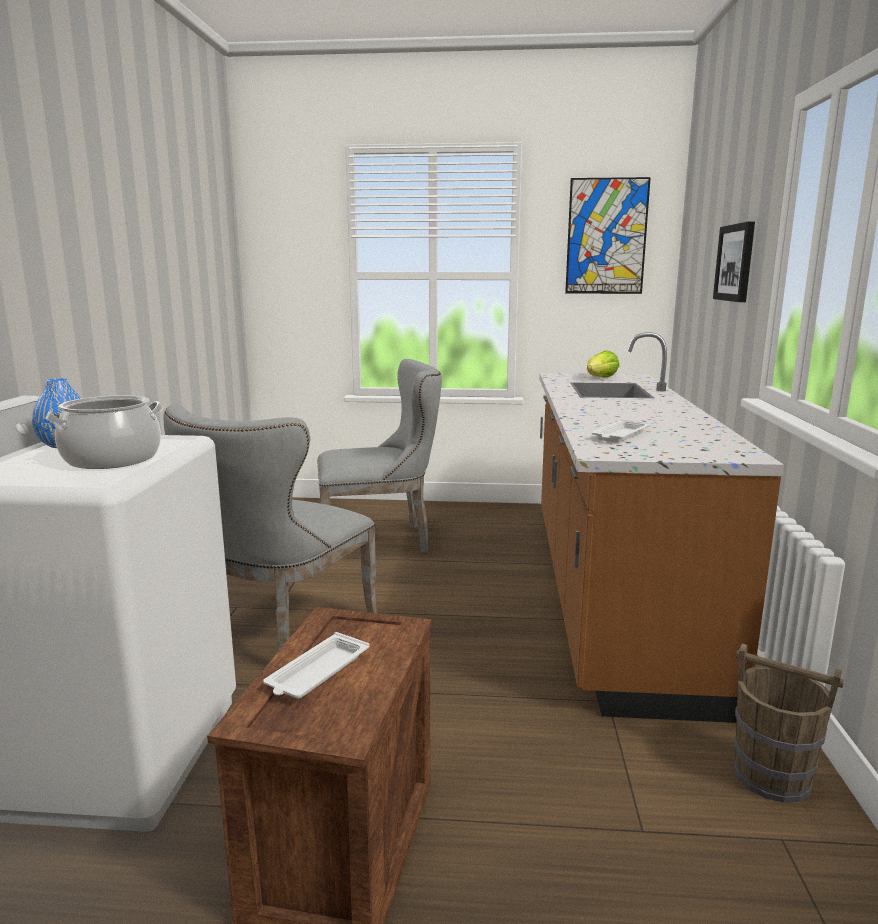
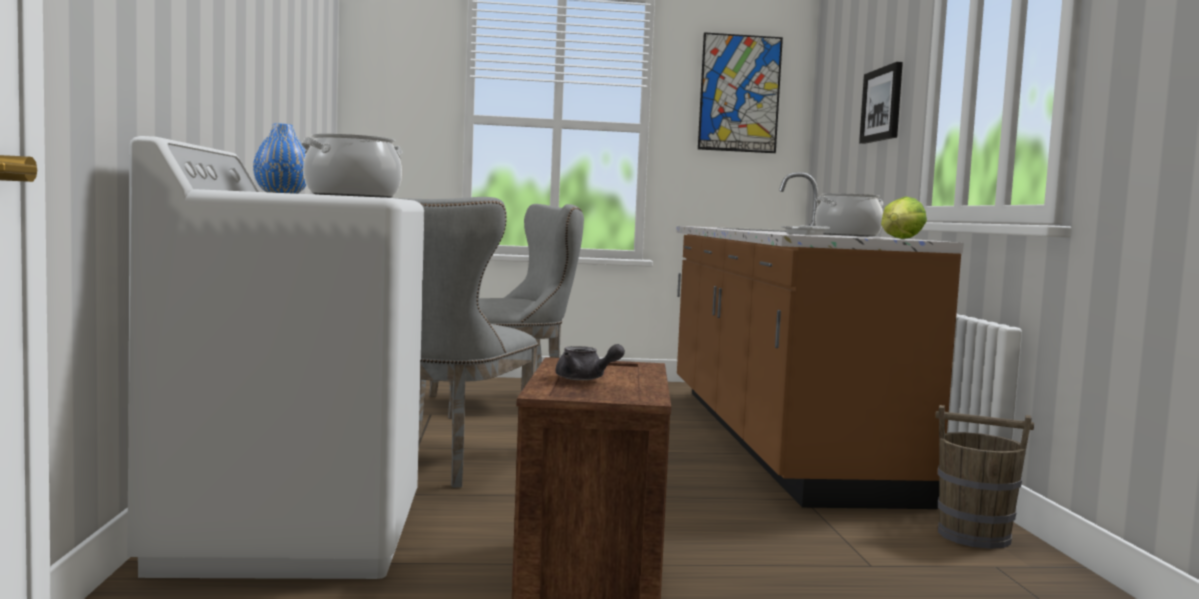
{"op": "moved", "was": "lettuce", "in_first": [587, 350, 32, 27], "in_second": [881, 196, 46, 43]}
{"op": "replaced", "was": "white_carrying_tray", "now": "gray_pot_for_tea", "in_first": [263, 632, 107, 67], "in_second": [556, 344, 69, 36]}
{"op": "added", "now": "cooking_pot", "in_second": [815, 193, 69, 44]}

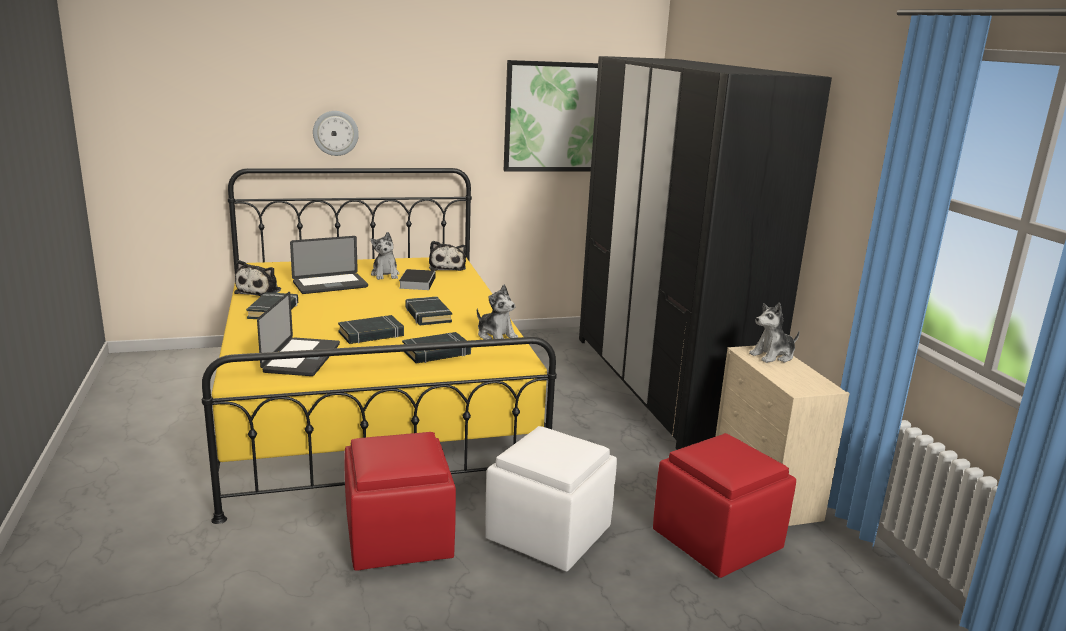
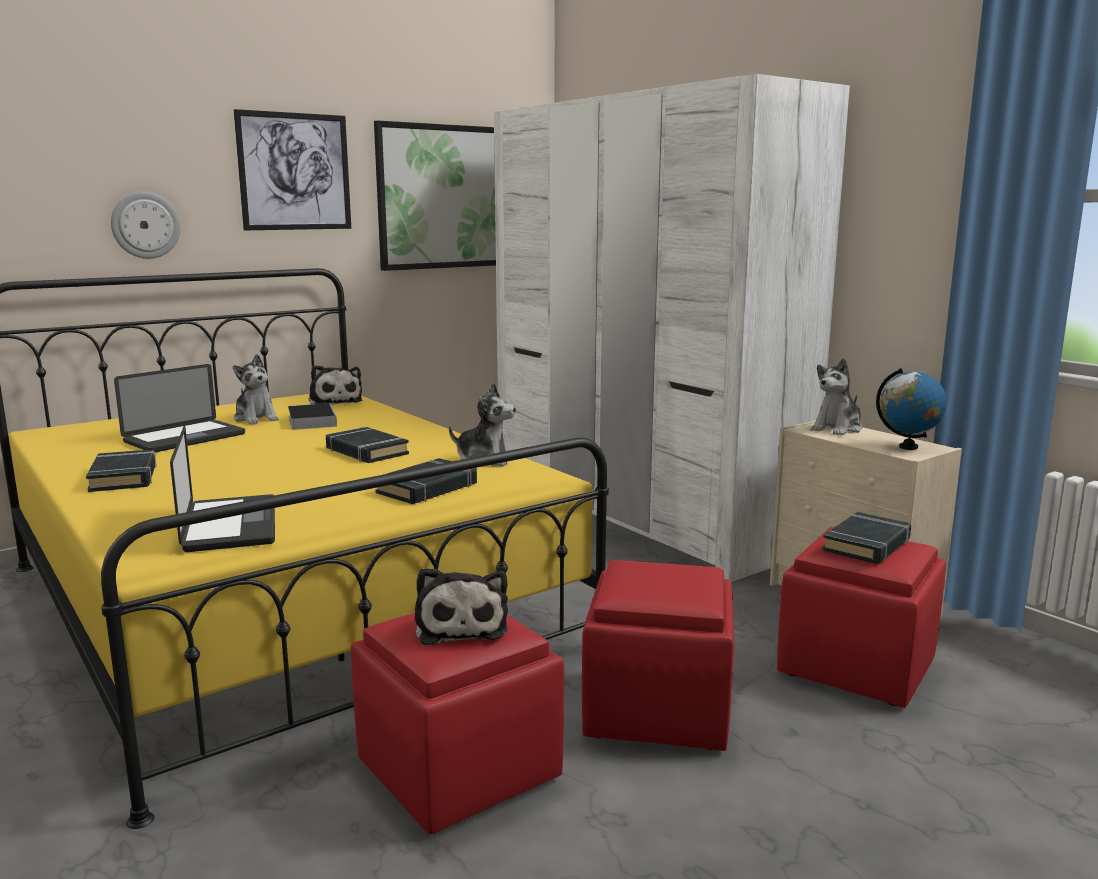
{"op": "recoloured", "was": "black-coloured_wardrobe", "now": "white_wardrobe", "in_first": [579, 56, 253, 394], "in_second": [494, 74, 356, 508]}
{"op": "moved", "was": "plush_toy", "in_first": [234, 260, 47, 36], "in_second": [415, 567, 93, 78]}
{"op": "moved", "was": "black-coloured_bound_book", "in_first": [338, 315, 66, 29], "in_second": [822, 512, 89, 52]}
{"op": "recoloured", "was": "white_ottoman", "now": "red_ottoman", "in_first": [485, 426, 132, 146], "in_second": [582, 560, 152, 191]}
{"op": "added", "now": "wall_art", "in_second": [234, 109, 117, 121]}
{"op": "added", "now": "globe", "in_second": [876, 368, 71, 82]}

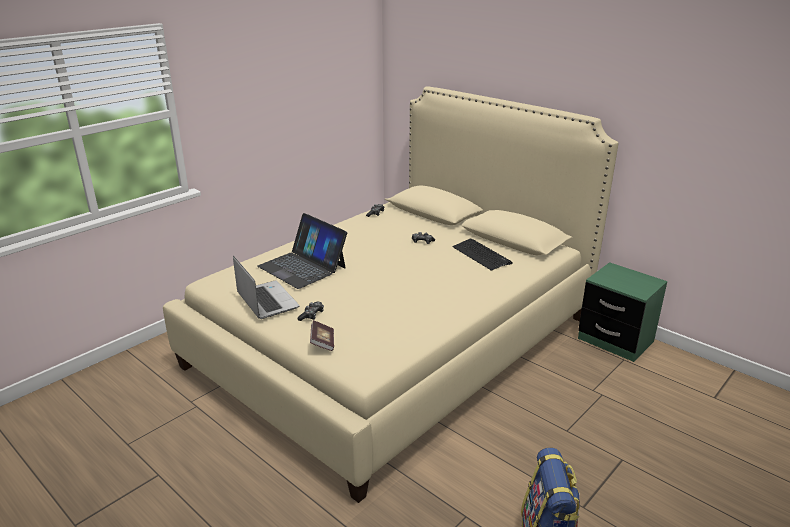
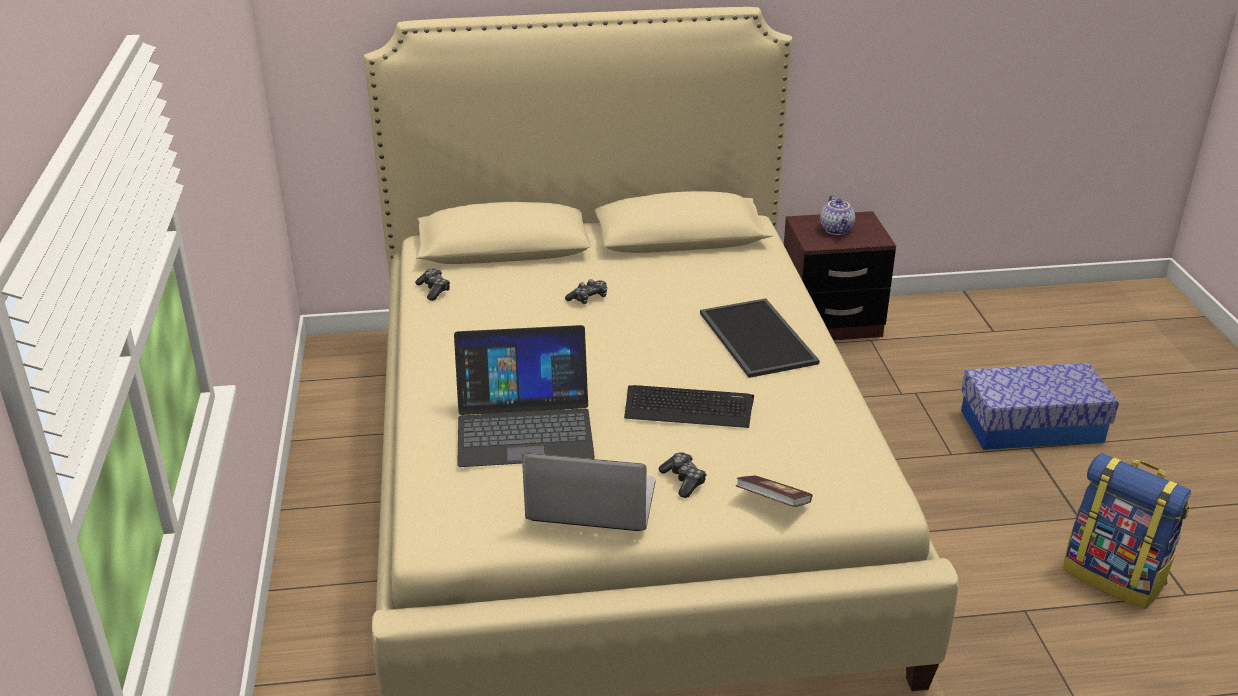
{"op": "moved", "was": "keyboard", "in_first": [452, 239, 61, 32], "in_second": [624, 385, 130, 43]}
{"op": "recoloured", "was": "greenish_nightstand", "now": "brownish_nightstand", "in_first": [578, 262, 89, 100], "in_second": [784, 211, 112, 129]}
{"op": "added", "now": "pot_for_tea", "in_second": [820, 195, 35, 40]}
{"op": "added", "now": "carrying_tray", "in_second": [700, 298, 120, 80]}
{"op": "added", "now": "storage_container", "in_second": [961, 363, 158, 87]}

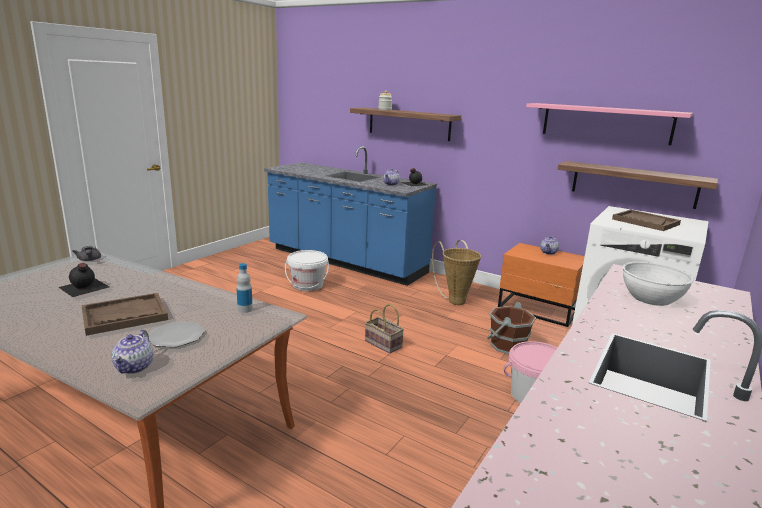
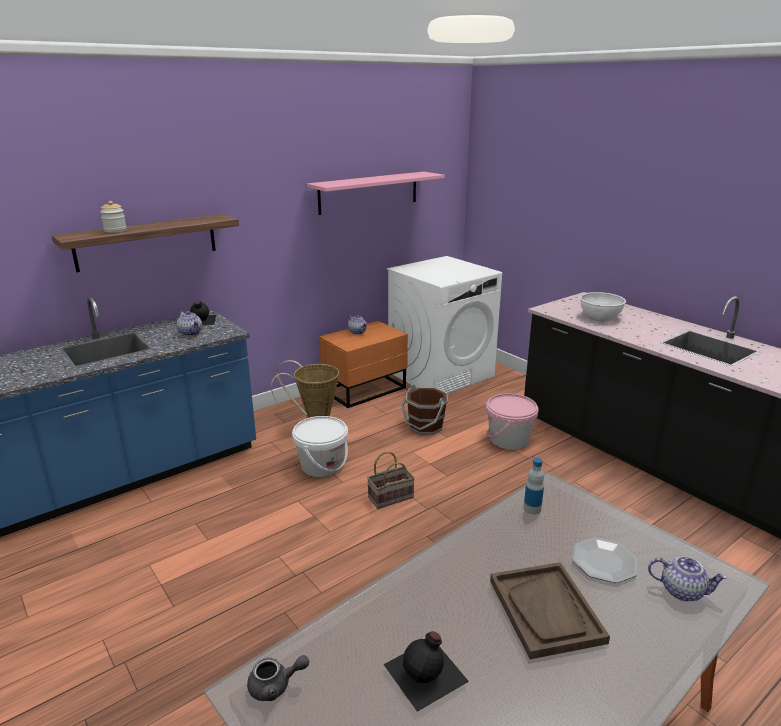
{"op": "removed", "was": "shelf", "in_first": [558, 161, 160, 48]}
{"op": "removed", "was": "brownish_carrying_tray", "in_first": [612, 209, 69, 22]}
{"op": "moved", "was": "white_water_bucket", "in_first": [285, 250, 44, 41], "in_second": [292, 416, 56, 61]}

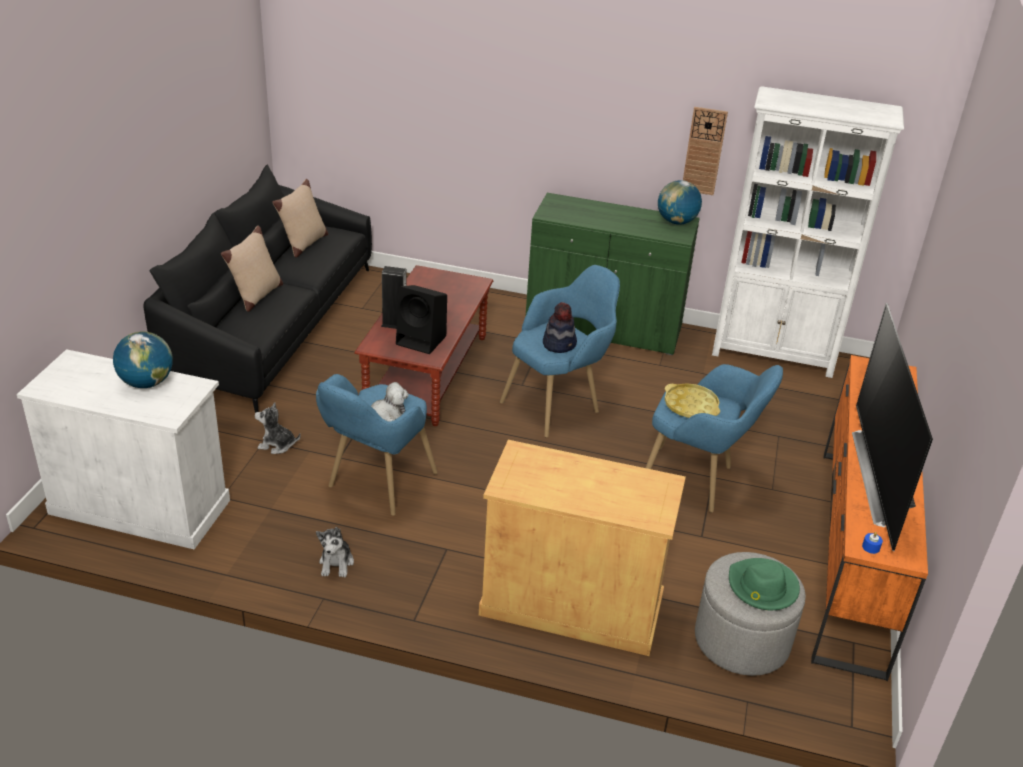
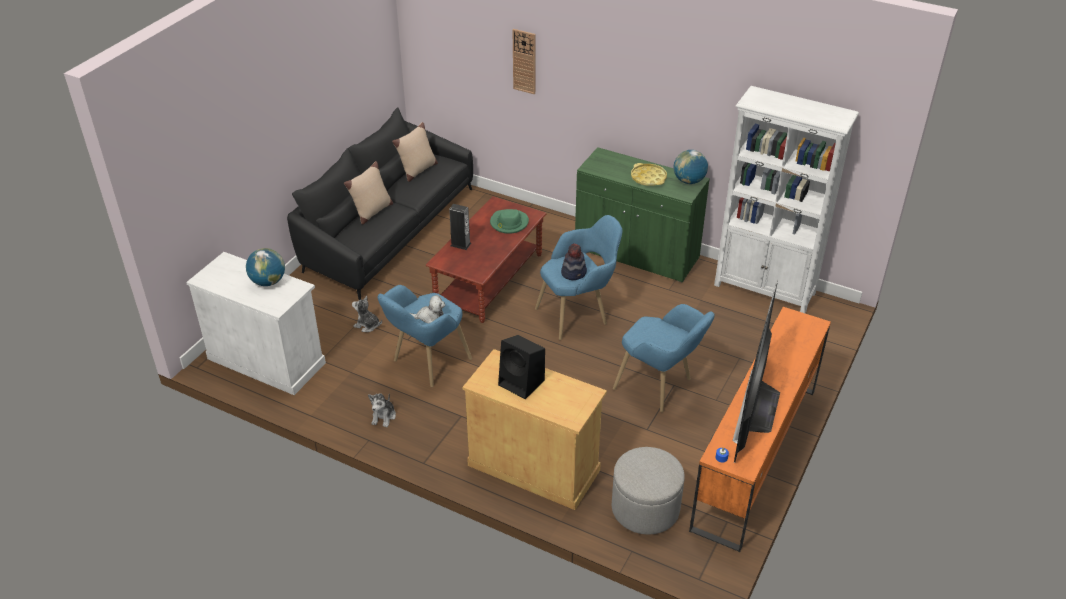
{"op": "moved", "was": "hanging_clock", "in_first": [683, 107, 45, 88], "in_second": [513, 29, 22, 65]}
{"op": "moved", "was": "black-coloured_audio_speaker", "in_first": [396, 285, 51, 69], "in_second": [498, 335, 47, 64]}
{"op": "moved", "was": "yellow-coloured_carrying_tray", "in_first": [665, 383, 55, 35], "in_second": [631, 163, 36, 23]}
{"op": "moved", "was": "greenish_clothing_hat", "in_first": [729, 558, 71, 52], "in_second": [490, 209, 39, 25]}

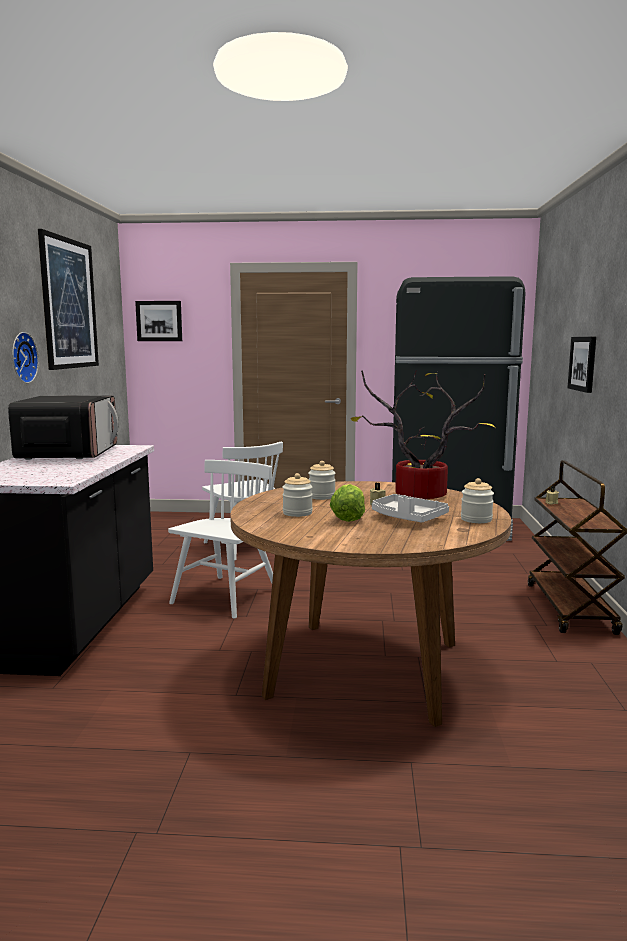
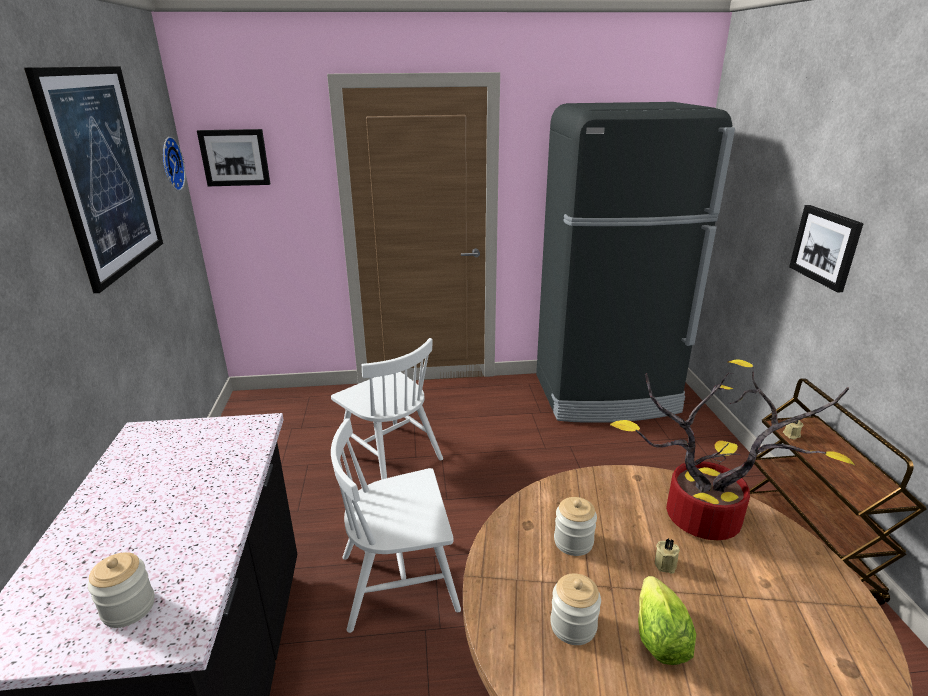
{"op": "moved", "was": "hanging_clock", "in_first": [12, 332, 27, 51], "in_second": [163, 137, 22, 54]}
{"op": "removed", "was": "microwave", "in_first": [8, 395, 111, 65]}
{"op": "turned", "was": "white_chair", "in_first": [168, 460, 105, 159], "in_second": [331, 419, 130, 214], "clockwise": -120}
{"op": "moved", "was": "preserve_jar", "in_first": [461, 478, 33, 45], "in_second": [88, 552, 67, 76]}
{"op": "removed", "was": "gray_carrying_tray", "in_first": [372, 494, 77, 29]}

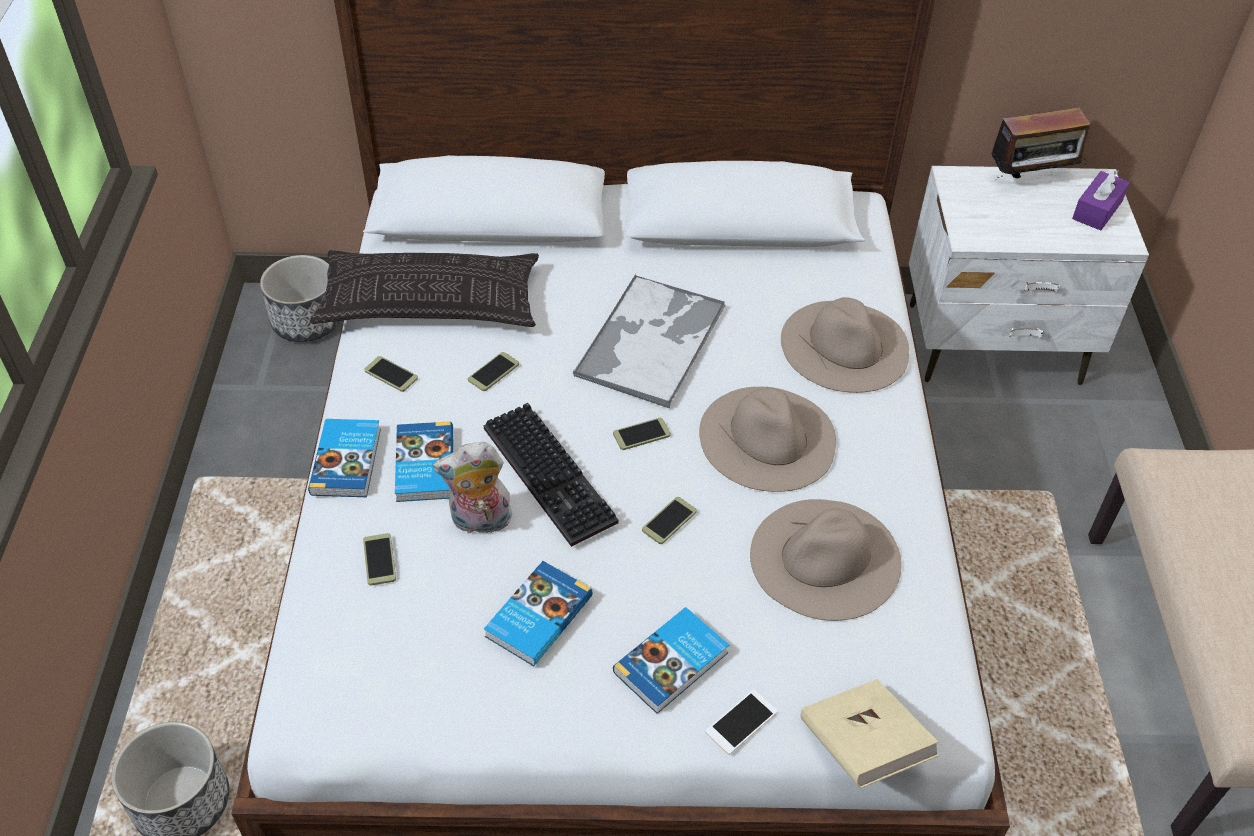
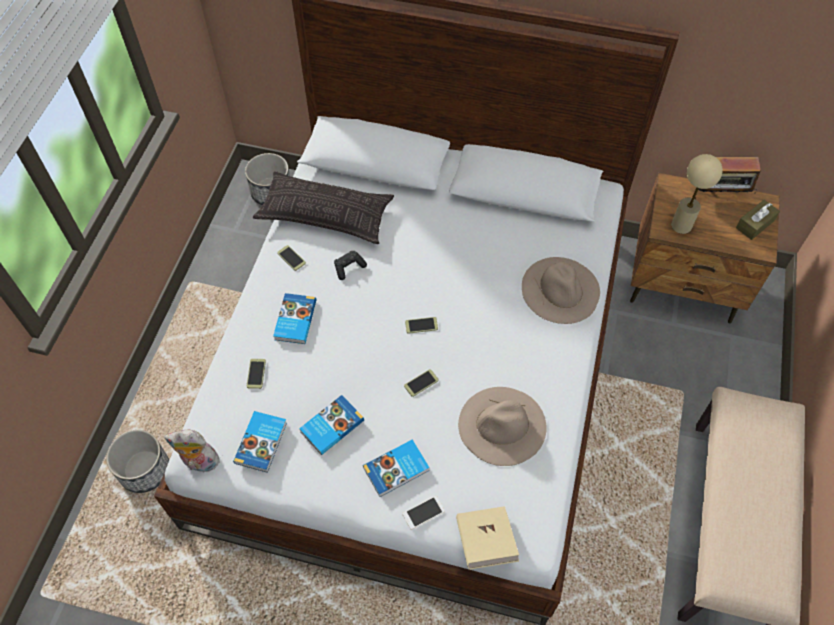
{"op": "recoloured", "was": "white_nightstand", "now": "brownish_nightstand", "in_first": [909, 166, 240, 219], "in_second": [630, 173, 150, 150]}
{"op": "recoloured", "was": "purplish_box_of_tissues", "now": "brownish_box_of_tissues", "in_first": [1072, 169, 58, 62], "in_second": [736, 200, 44, 40]}
{"op": "removed", "was": "carrying_tray", "in_first": [572, 274, 154, 134]}
{"op": "replaced", "was": "handset", "now": "black-coloured_joypad", "in_first": [468, 352, 51, 39], "in_second": [334, 251, 33, 29]}
{"op": "removed", "was": "beige-coloured_clothing_hat", "in_first": [699, 387, 137, 105]}
{"op": "removed", "was": "keyboard", "in_first": [483, 402, 135, 145]}
{"op": "moved", "was": "bound_book", "in_first": [308, 419, 73, 78], "in_second": [233, 411, 54, 62]}
{"op": "moved", "was": "plush_toy", "in_first": [433, 442, 80, 91], "in_second": [164, 430, 56, 42]}
{"op": "added", "now": "beige-coloured_table_lamp", "in_second": [671, 154, 52, 80]}

